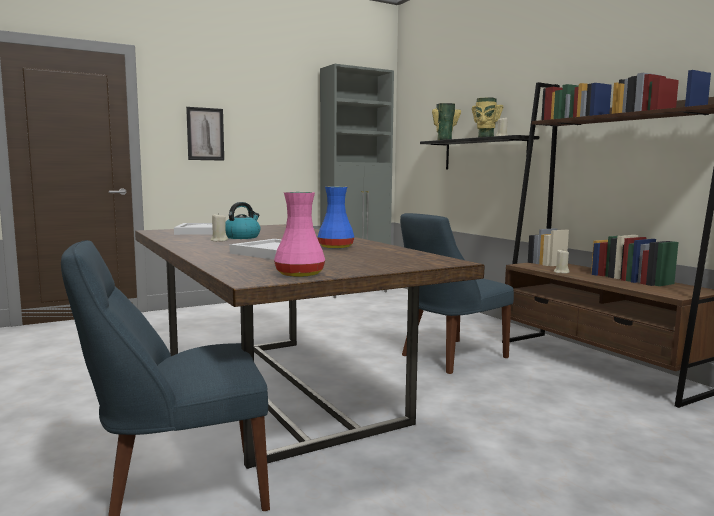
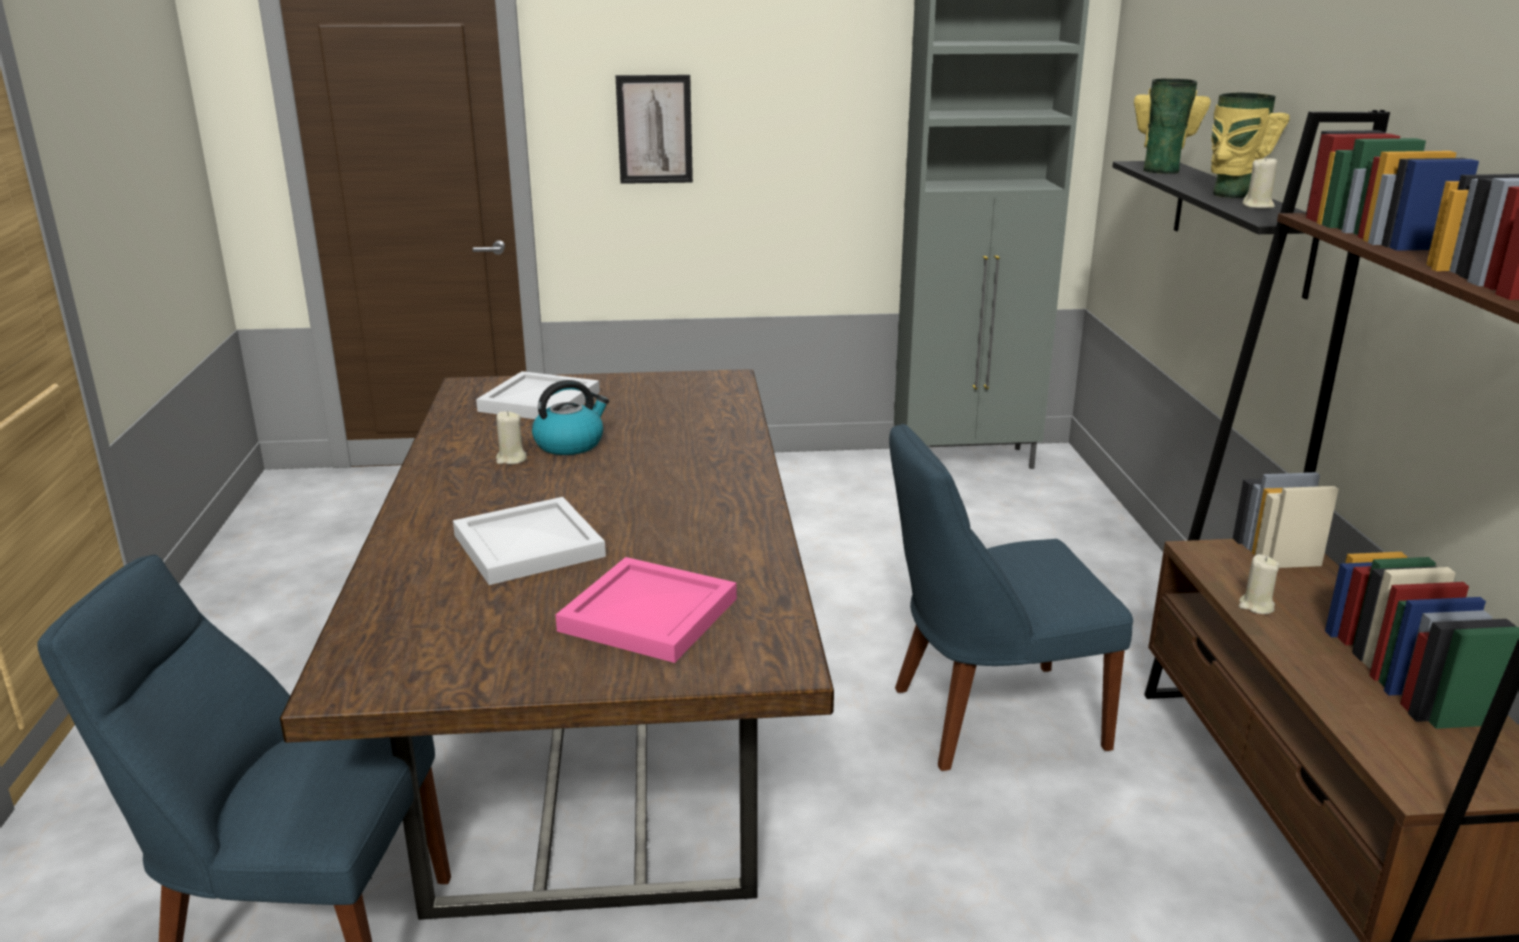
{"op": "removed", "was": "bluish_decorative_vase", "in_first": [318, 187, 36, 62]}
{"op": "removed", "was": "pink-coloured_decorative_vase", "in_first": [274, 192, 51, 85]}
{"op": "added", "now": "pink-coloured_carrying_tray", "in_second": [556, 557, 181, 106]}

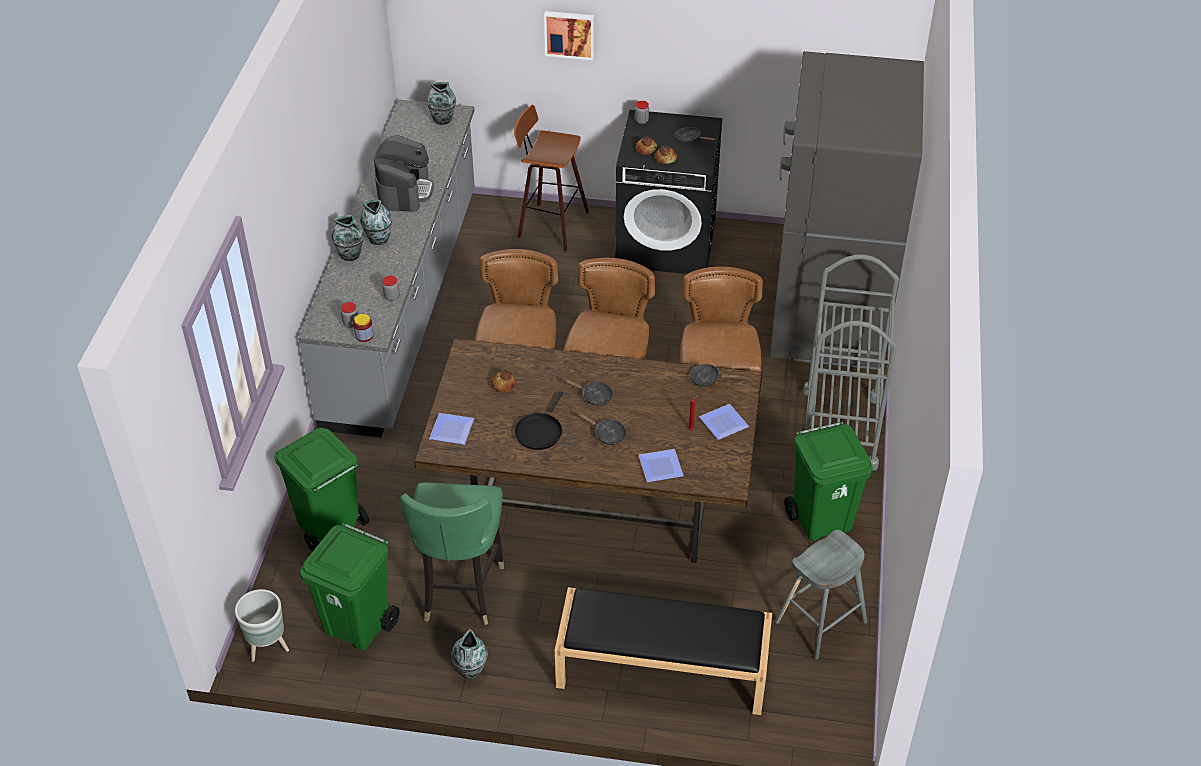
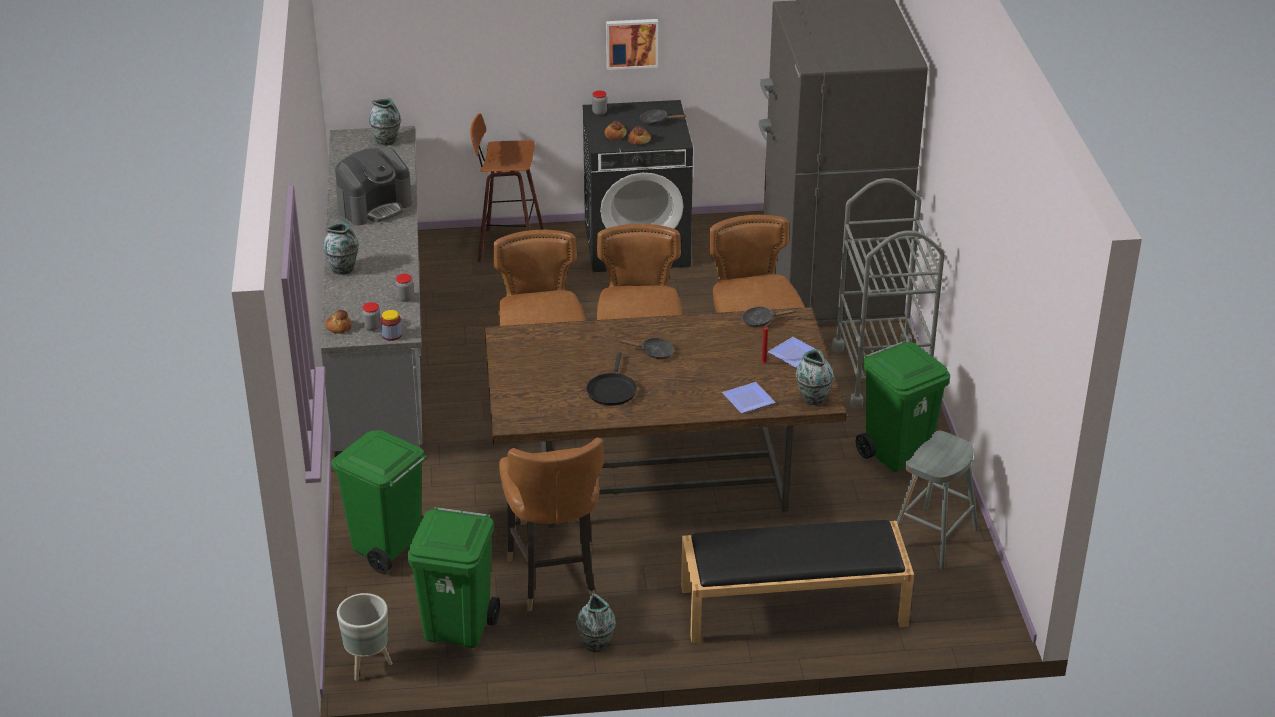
{"op": "moved", "was": "wall_art", "in_first": [544, 11, 50, 49], "in_second": [606, 19, 52, 51]}
{"op": "turned", "was": "coffee_brewer", "in_first": [374, 135, 60, 77], "in_second": [335, 148, 77, 77], "clockwise": 60}
{"op": "moved", "was": "decorative_vase", "in_first": [360, 199, 32, 46], "in_second": [796, 350, 38, 55]}
{"op": "moved", "was": "baked_bread", "in_first": [491, 370, 24, 22], "in_second": [325, 310, 27, 24]}
{"op": "removed", "was": "plate", "in_first": [429, 413, 45, 32]}
{"op": "removed", "was": "black-coloured_pan", "in_first": [577, 413, 49, 32]}
{"op": "recoloured", "was": "greenish_chair", "now": "brownish_chair", "in_first": [400, 482, 104, 143], "in_second": [499, 437, 105, 174]}

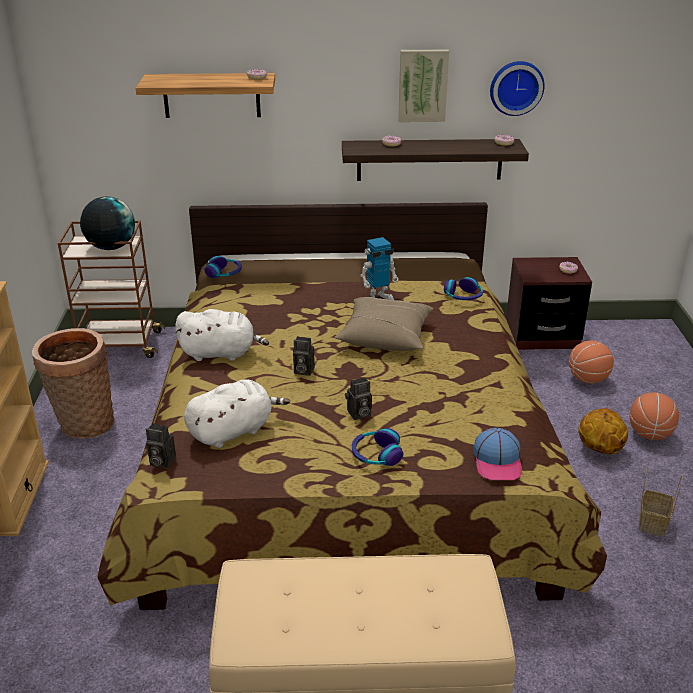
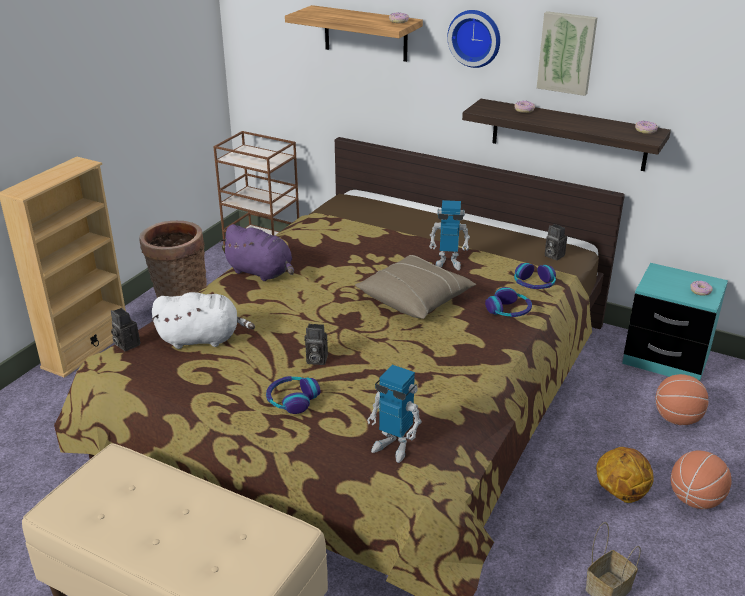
{"op": "moved", "was": "hanging_clock", "in_first": [490, 61, 55, 55], "in_second": [447, 10, 53, 58]}
{"op": "removed", "was": "globe", "in_first": [80, 197, 55, 53]}
{"op": "moved", "was": "headset", "in_first": [204, 256, 38, 22], "in_second": [485, 287, 47, 30]}
{"op": "recoloured", "was": "brownish_nightstand", "now": "turquoise_nightstand", "in_first": [506, 257, 86, 93], "in_second": [622, 263, 106, 118]}
{"op": "recoloured", "was": "white_plush_toy", "now": "purplish_plush_toy", "in_first": [175, 309, 94, 52], "in_second": [220, 224, 74, 57]}
{"op": "moved", "was": "photo_camera", "in_first": [293, 336, 22, 40], "in_second": [545, 224, 22, 36]}
{"op": "replaced", "was": "peaked_cap", "now": "model_robot", "in_first": [473, 428, 49, 52], "in_second": [367, 365, 55, 98]}

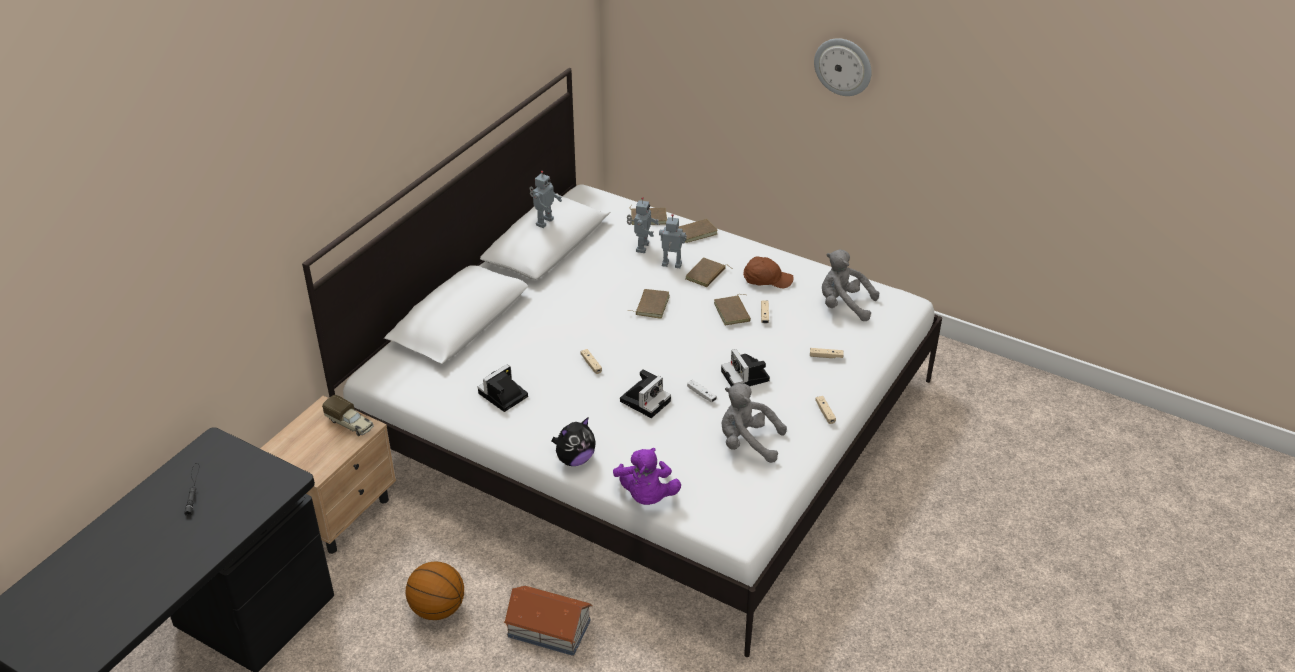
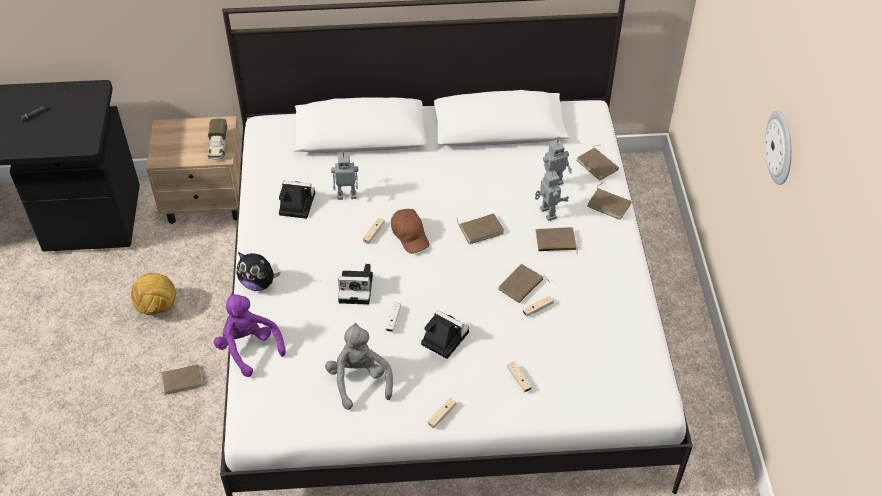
{"op": "moved", "was": "model_robot", "in_first": [530, 171, 32, 57], "in_second": [331, 152, 27, 48]}
{"op": "removed", "was": "gray_plush_toy", "in_first": [822, 249, 57, 72]}
{"op": "moved", "was": "brownish_peaked_cap", "in_first": [743, 257, 51, 31], "in_second": [391, 209, 39, 45]}
{"op": "turned", "was": "photo_camera", "in_first": [721, 349, 49, 38], "in_second": [421, 310, 48, 49], "clockwise": 90}
{"op": "turned", "was": "purplish_plush_toy", "in_first": [613, 448, 68, 57], "in_second": [214, 293, 72, 84], "clockwise": 90}
{"op": "replaced", "was": "basketball", "now": "football", "in_first": [406, 561, 58, 59], "in_second": [131, 273, 45, 42]}
{"op": "replaced", "was": "toy_house", "now": "brownish_bound_book", "in_first": [504, 586, 89, 70], "in_second": [160, 364, 42, 31]}

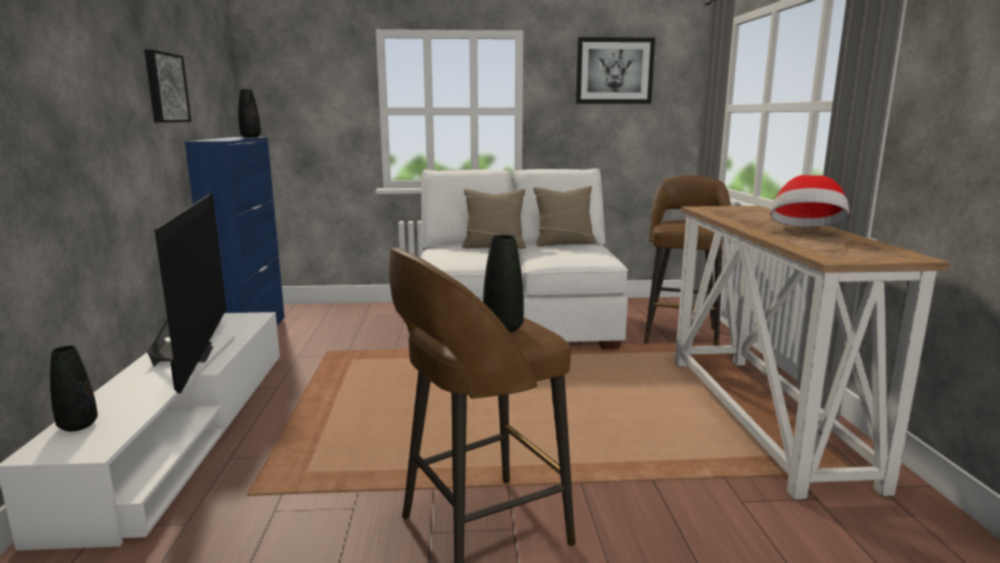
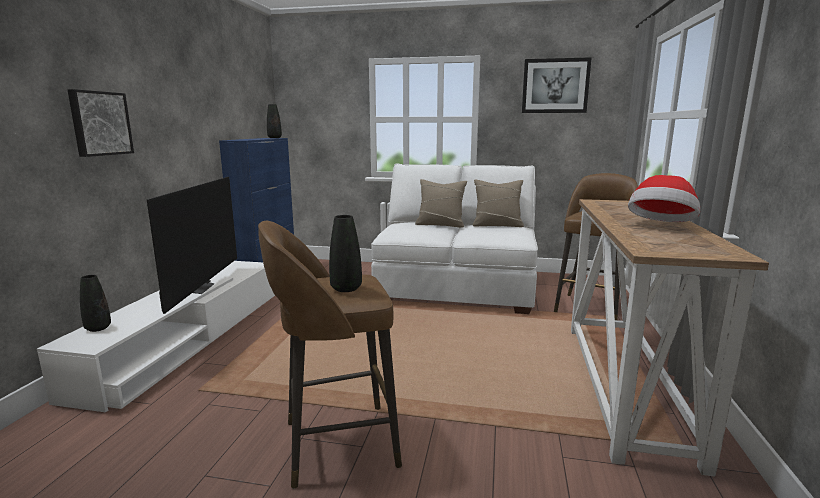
{"op": "moved", "was": "wall_art", "in_first": [144, 50, 47, 73], "in_second": [68, 89, 66, 68]}

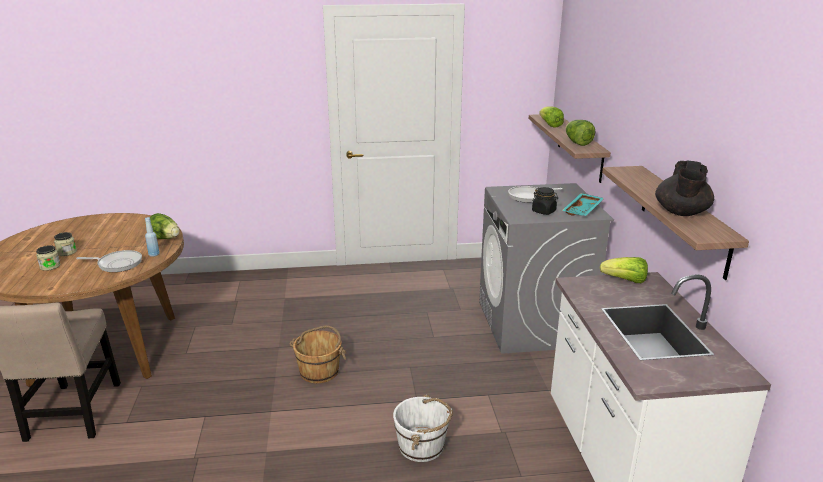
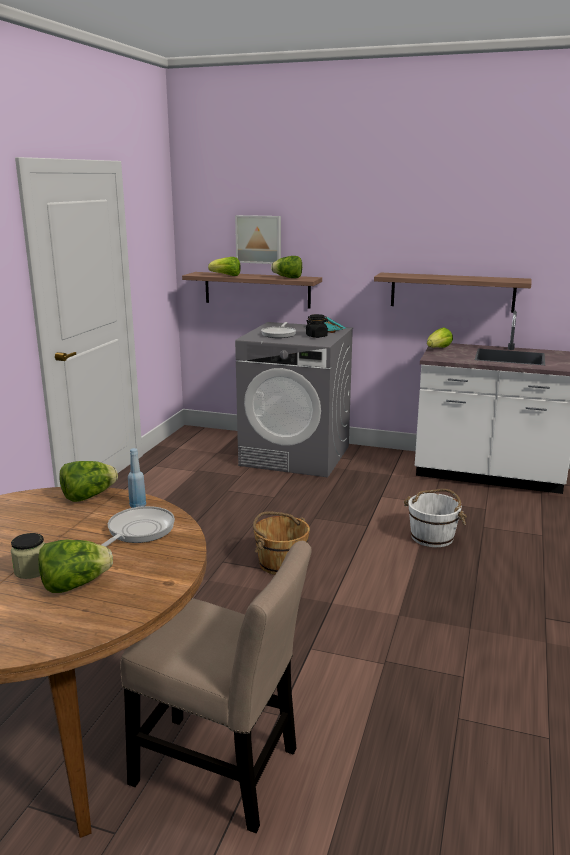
{"op": "removed", "was": "black-coloured_pot_for_tea", "in_first": [655, 161, 59, 55]}
{"op": "replaced", "was": "preserve_jar", "now": "lettuce", "in_first": [36, 245, 24, 26], "in_second": [38, 540, 75, 53]}
{"op": "added", "now": "wall_art", "in_second": [235, 215, 46, 49]}

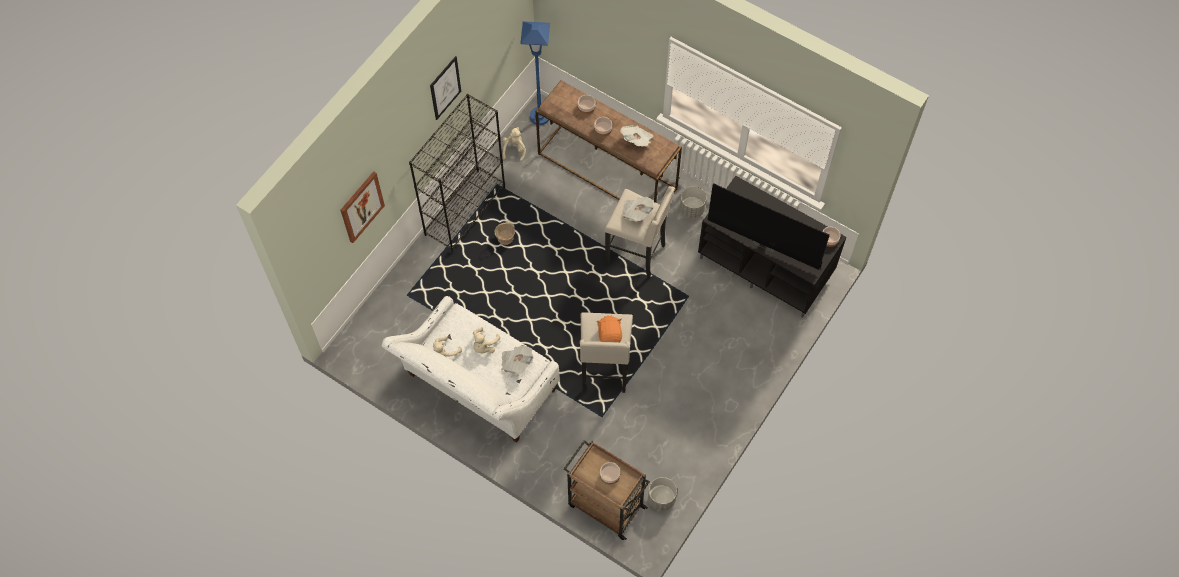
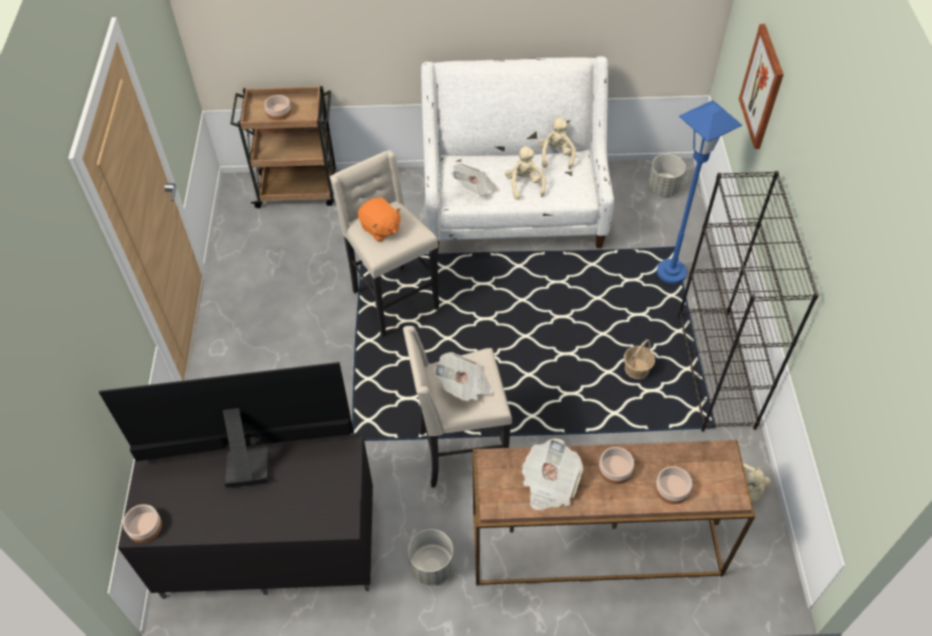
{"op": "moved", "was": "bluish_floor_lamp", "in_first": [520, 21, 30, 104], "in_second": [657, 100, 85, 184]}
{"op": "removed", "was": "wall_art", "in_first": [430, 56, 31, 64]}
{"op": "moved", "was": "gray_planter", "in_first": [648, 477, 29, 34], "in_second": [648, 154, 38, 43]}

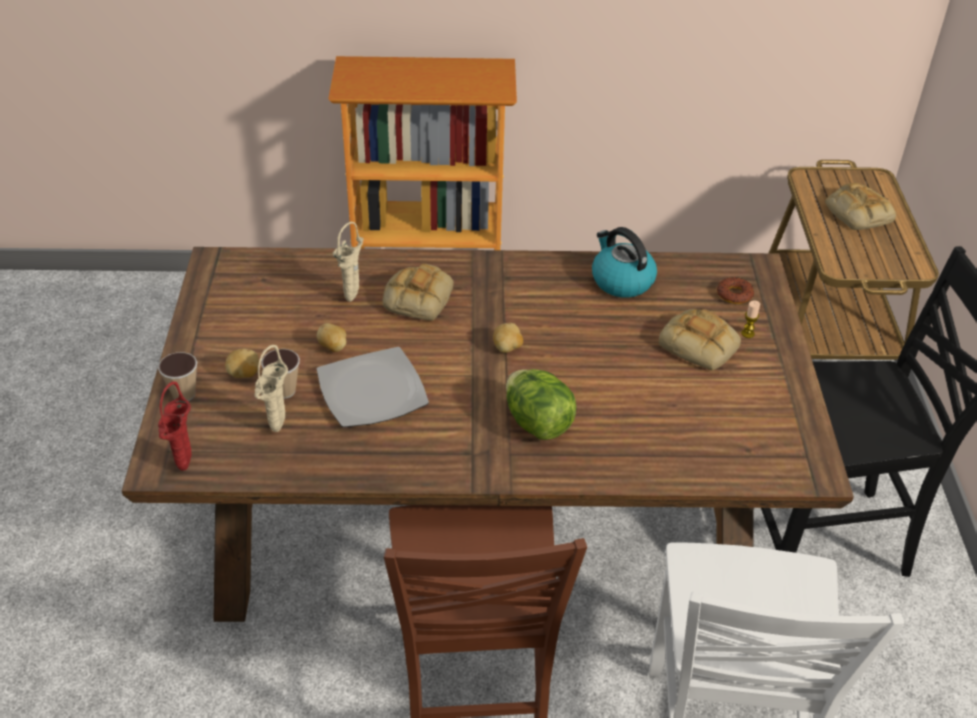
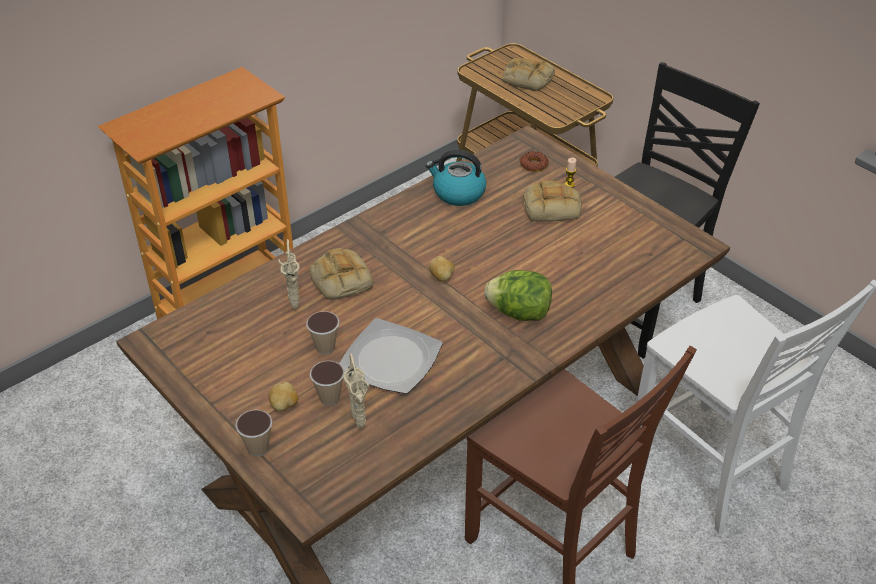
{"op": "replaced", "was": "whole_potato", "now": "cup", "in_first": [317, 323, 29, 29], "in_second": [306, 311, 33, 43]}
{"op": "removed", "was": "red_decorative_vase", "in_first": [158, 382, 34, 89]}

